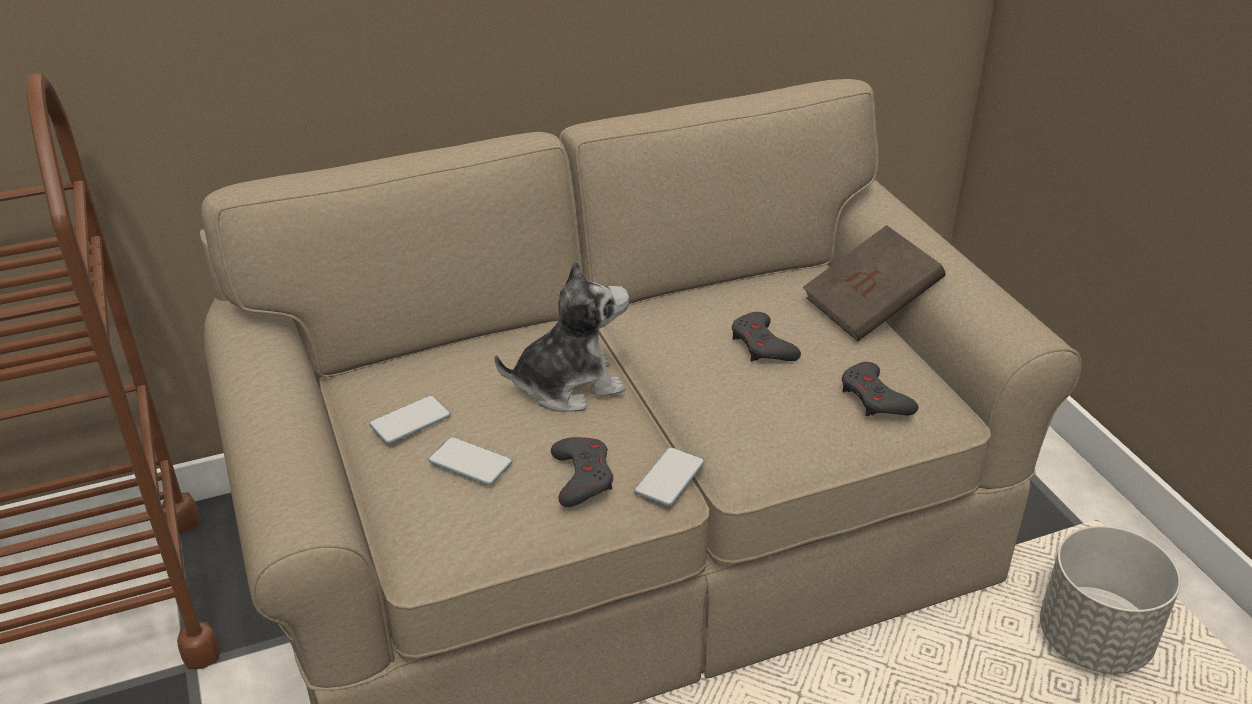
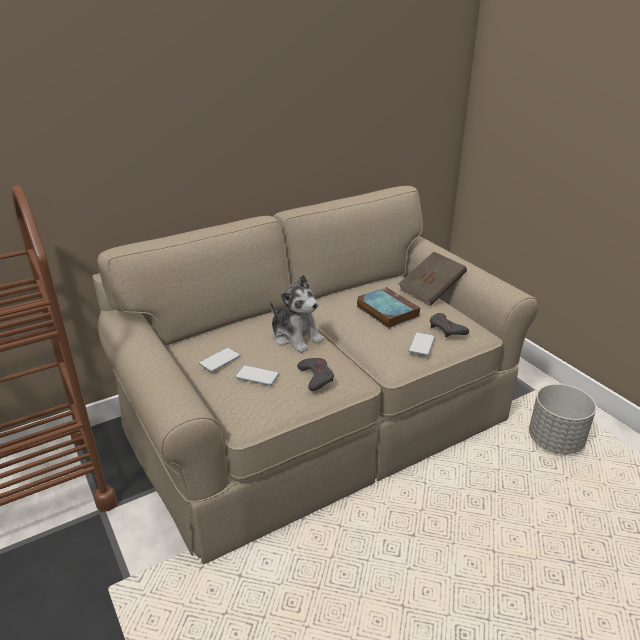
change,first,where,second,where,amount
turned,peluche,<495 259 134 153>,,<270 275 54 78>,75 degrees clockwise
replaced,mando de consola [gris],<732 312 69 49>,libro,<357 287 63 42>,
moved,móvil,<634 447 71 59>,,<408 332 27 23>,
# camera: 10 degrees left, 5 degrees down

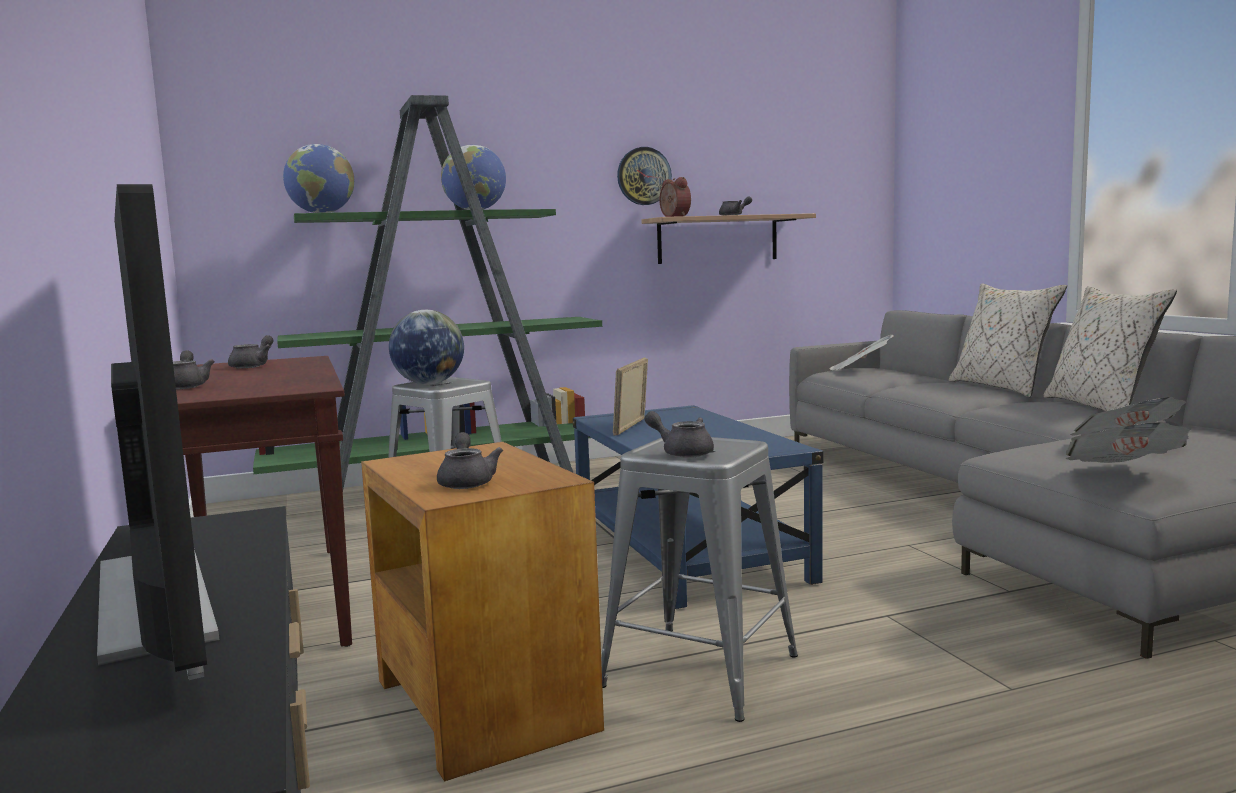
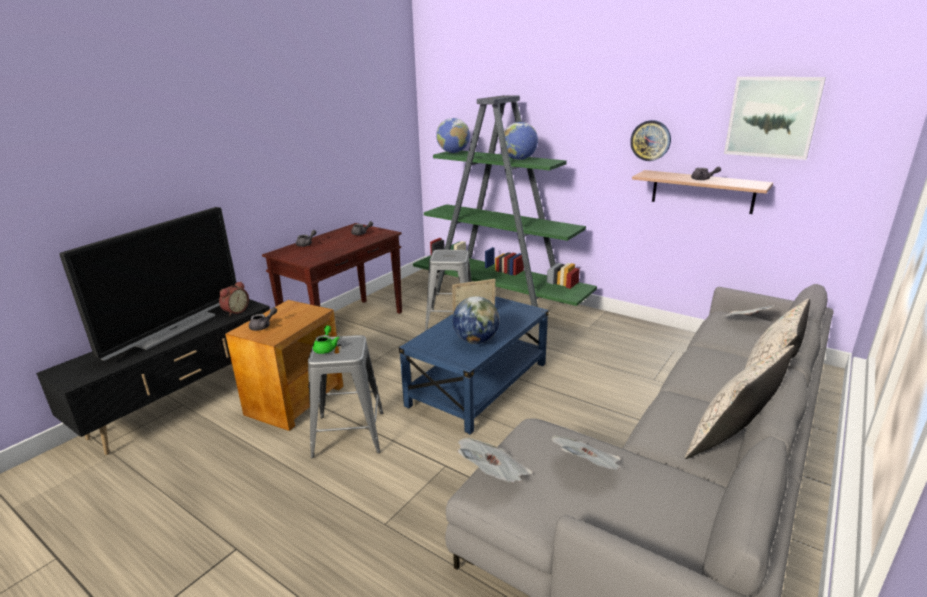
change,first,where,second,where,amount
moved,despertador,<659 177 32 40>,,<219 281 30 35>,
recoloured,tetera [gris],<644 411 70 47>,tetera [verde],<313 325 27 29>,
moved,globo terráqueo,<389 310 75 75>,,<452 296 48 48>,
added,,,cuadro,<724 77 102 83>,
# camera: 55 degrees right, 15 degrees up

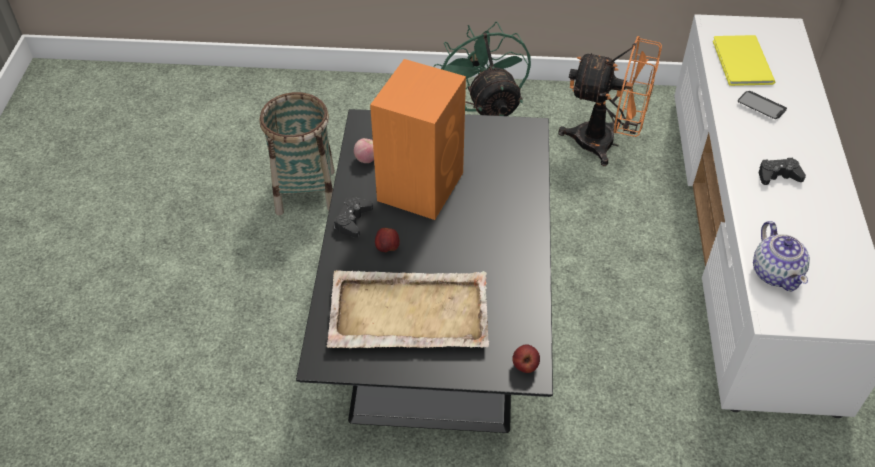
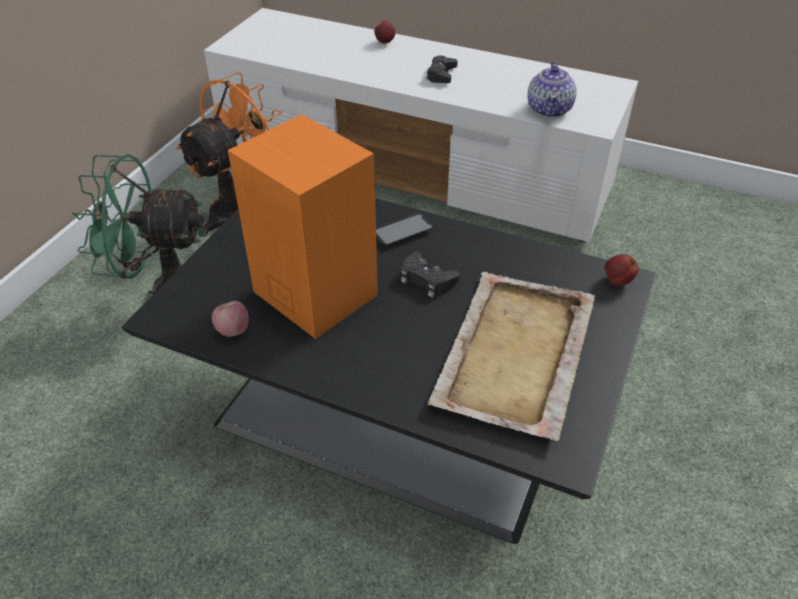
change,first,where,second,where,amount
moved,manzana,<375 228 25 25>,,<374 20 21 24>,
moved,móvil,<738 91 49 28>,,<376 213 58 32>,
moved,mando de consola [negro],<334 197 39 41>,,<401 252 58 46>,
turned,tetera,<753 221 57 71>,,<527 61 50 57>,90 degrees clockwise
removed,cesta,<259 92 76 124>,,,
removed,libro [amarillo],<713 35 62 51>,,,
# camera: 70 degrees left, 5 degrees down

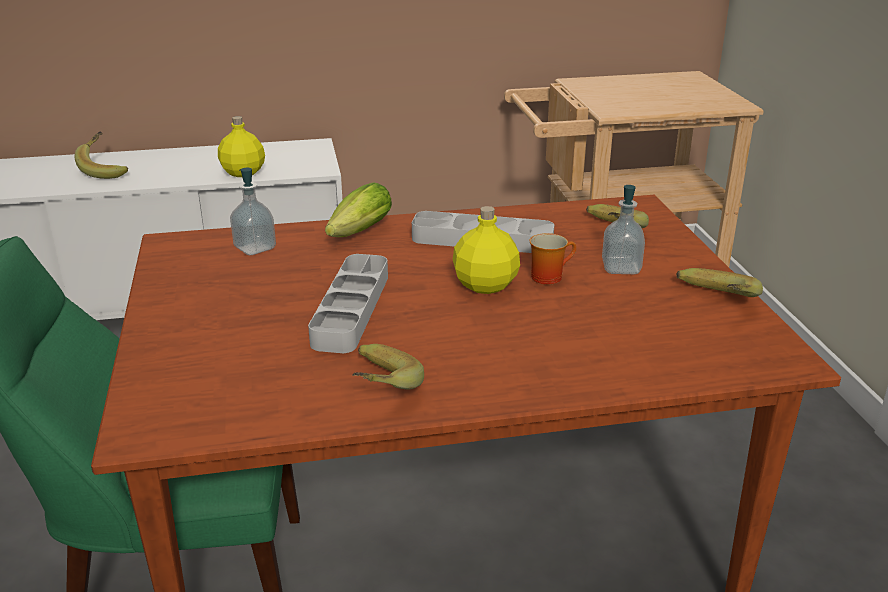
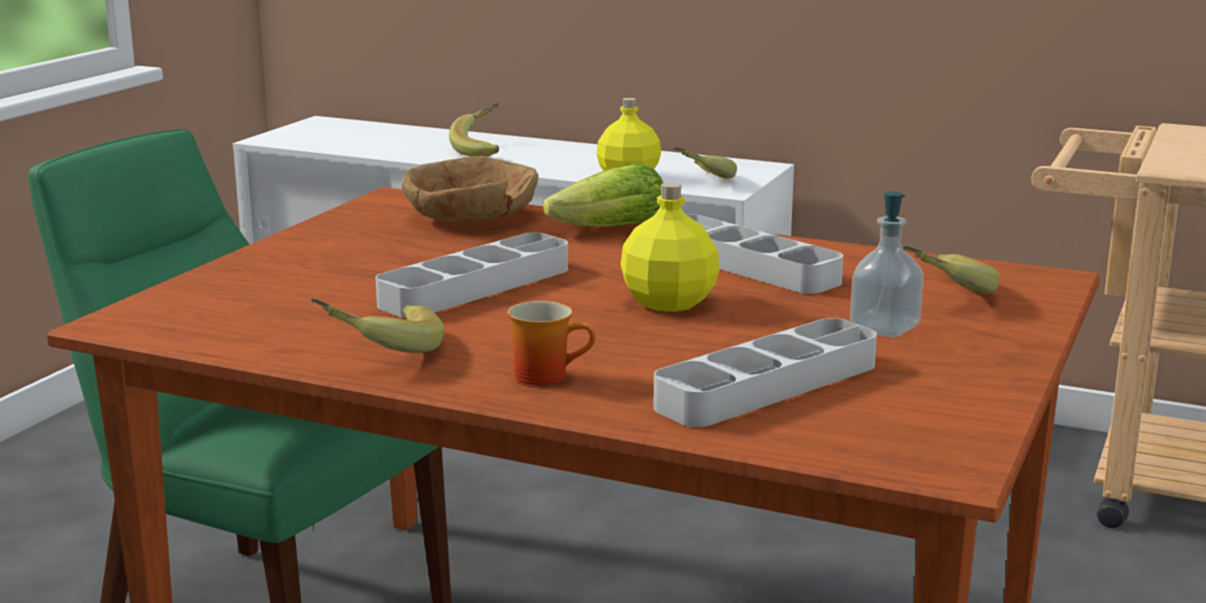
change,first,where,second,where,amount
replaced,dispensador de jabón,<230 168 46 87>,cuenco [marrón],<402 156 136 66>,
moved,taza grande,<529 233 47 52>,,<507 301 89 84>,
added,,,bandeja [gris],<653 318 224 109>,
moved,plátano,<676 268 87 29>,,<673 147 64 32>,
# camera: 35 degrees right, 10 degrees down

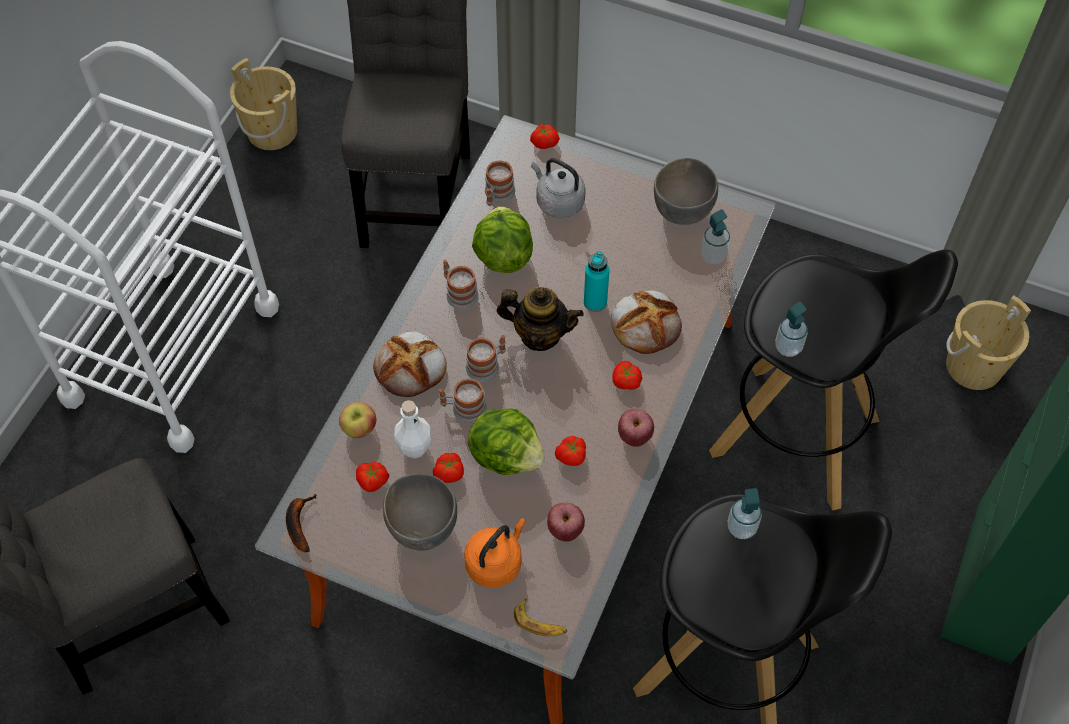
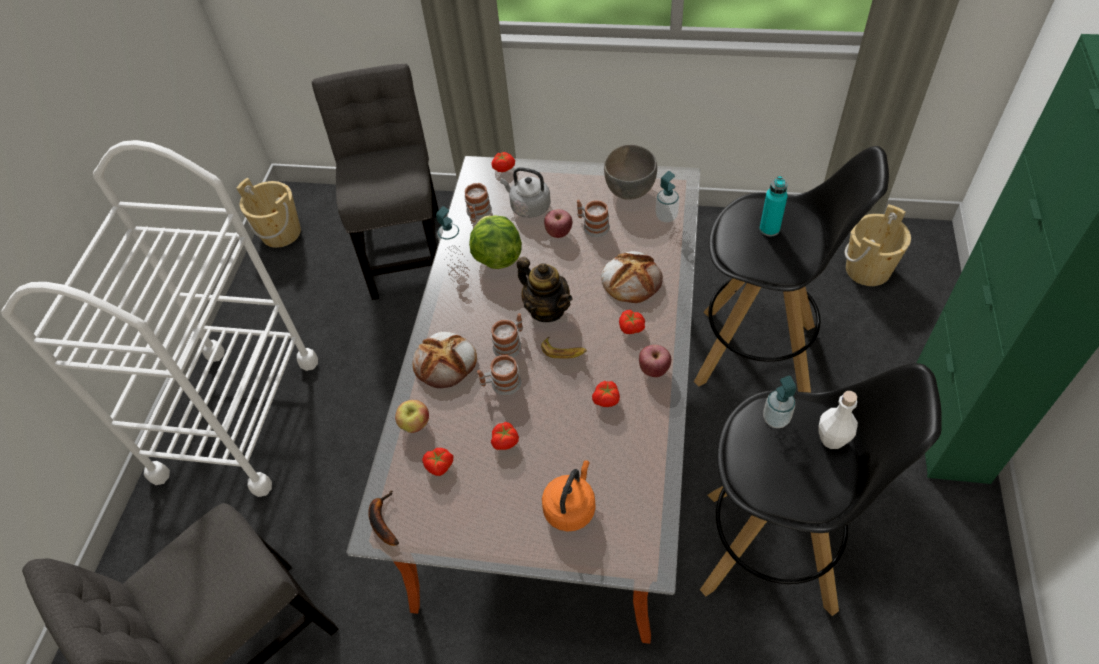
change,first,where,second,where,amount
moved,dispensador de jabón,<775 302 33 55>,,<436 206 27 51>,
turned,tetera,<497 287 87 64>,,<517 257 55 65>,45 degrees clockwise
moved,plátano,<514 599 53 37>,,<541 337 46 22>,
moved,manzana,<547 503 38 39>,,<544 209 28 29>,
moved,taza grande,<443 260 36 49>,,<577 200 33 37>,
moved,botella [turquesa],<584 251 26 61>,,<760 176 28 60>,
moved,botella [blanco],<394 400 38 59>,,<818 391 40 58>,
removed,cuenco [gris],<383 473 74 78>,,,
removed,lechuga,<468 408 77 67>,,,
# camera: 10 degrees left, 5 degrees down

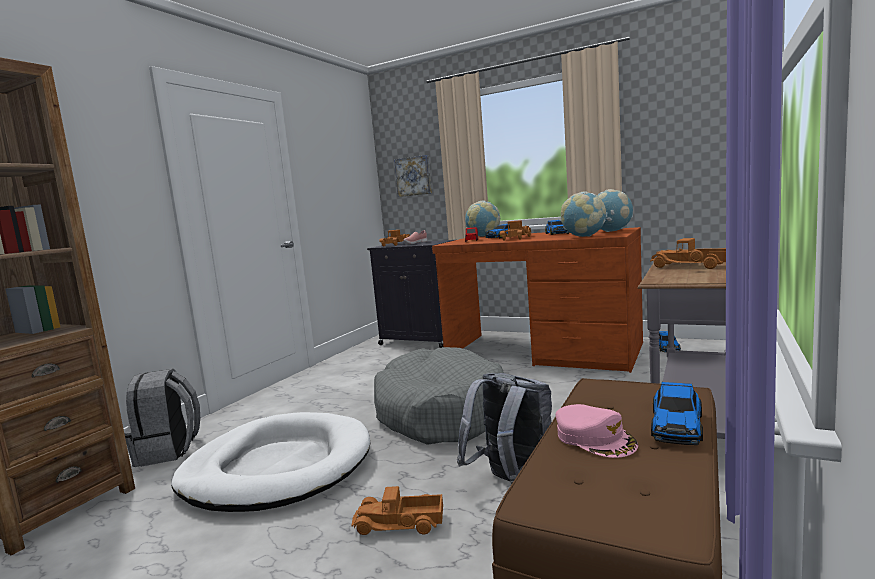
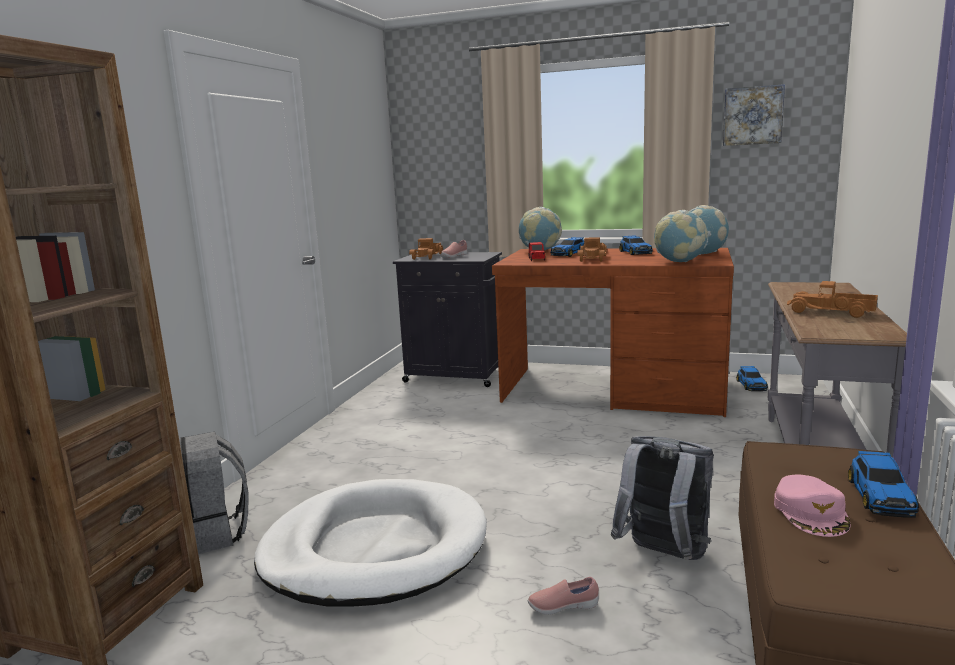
change,first,where,second,where,amount
replaced,camión de juguete,<352 486 91 49>,zapato [rosa],<528 577 71 38>,
moved,cuadro,<394 155 38 42>,,<723 84 62 62>,
turned,gorra [rosa],<556 404 82 54>,,<774 474 76 63>,45 degrees clockwise
removed,cama para perro [gris],<374 347 130 98>,,,
# camera: 10 degrees left, 5 degrees up

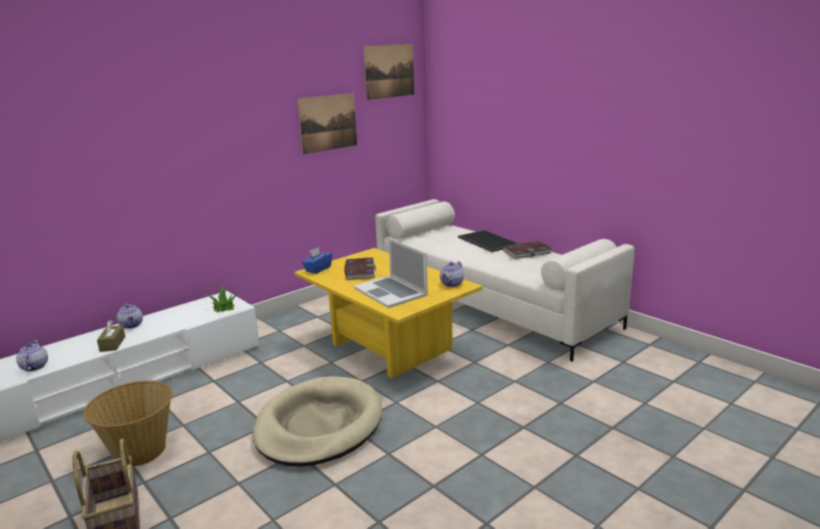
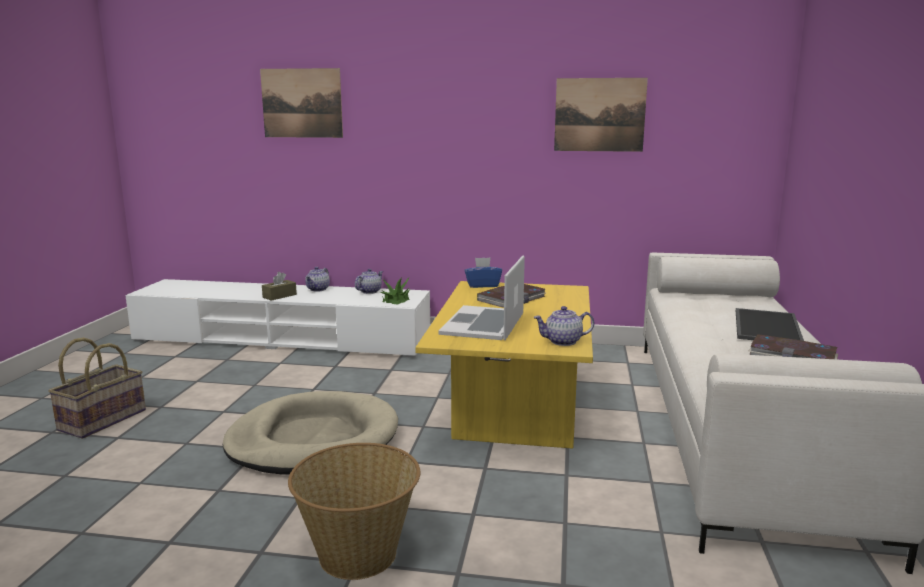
change,first,where,second,where,amount
moved,cuadro,<363 44 51 56>,,<260 68 83 70>,
moved,cesta,<83 381 90 86>,,<288 443 132 137>,
moved,tetera,<16 340 32 32>,,<355 269 28 25>,
# camera: 50 degrees right, 5 degrees down

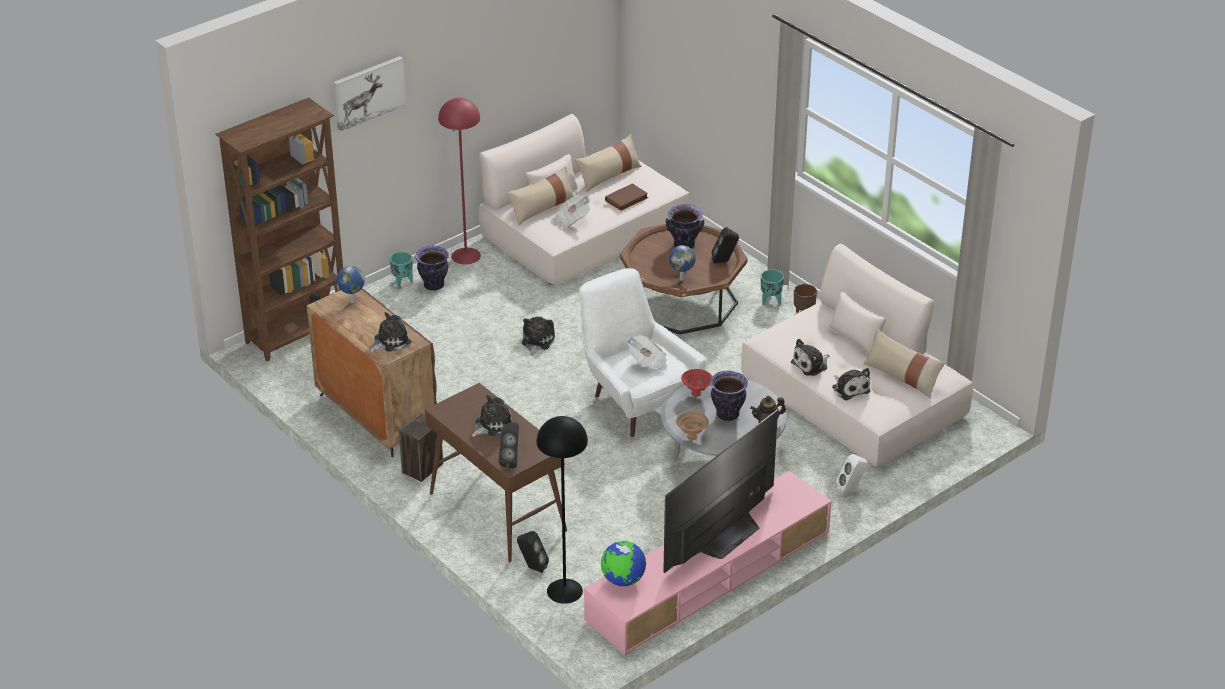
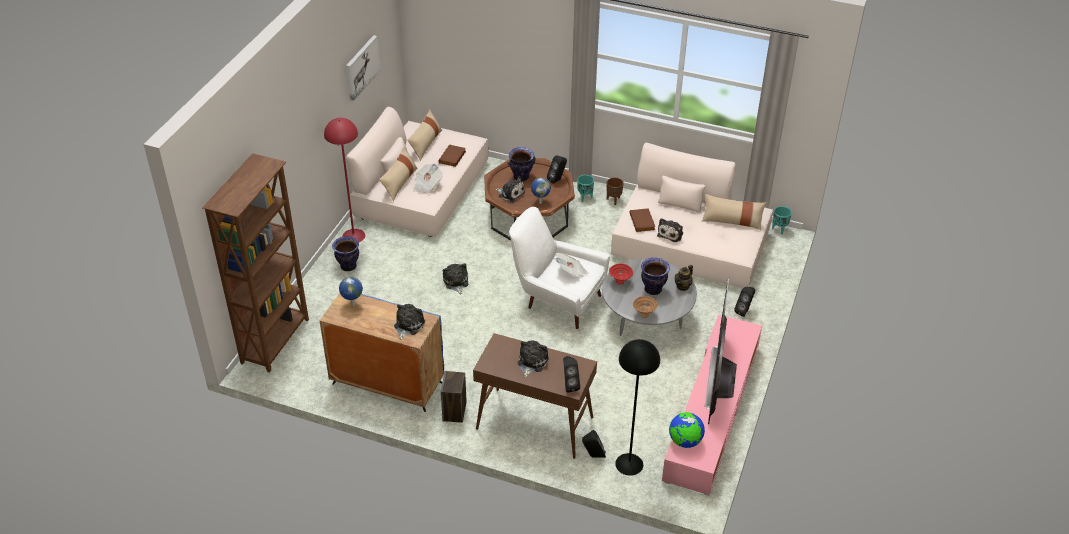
change,first,where,second,where,amount
recoloured,armario [marrón],<307 288 130 169>,armario [azul],<320 293 124 119>,
moved,cuadro,<333 56 73 76>,,<346 35 34 66>,
moved,peluche,<832 368 38 32>,,<495 176 30 26>,
added,,,libro [marrón],<630 208 25 24>,
recoloured,altavoz [blanco],<836 454 32 40>,altavoz [negro],<734 287 21 30>,
moved,maceta [turquesa],<389 252 24 37>,,<772 206 20 29>,
# camera: 30 degrees left, 5 degrees up

